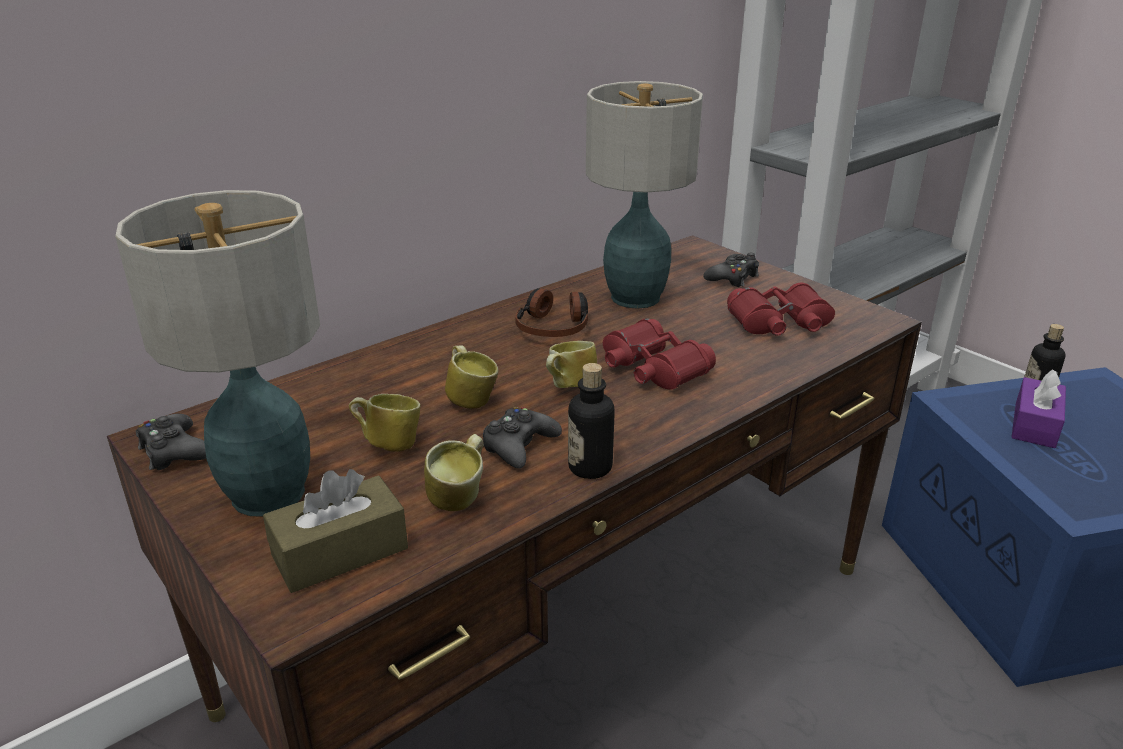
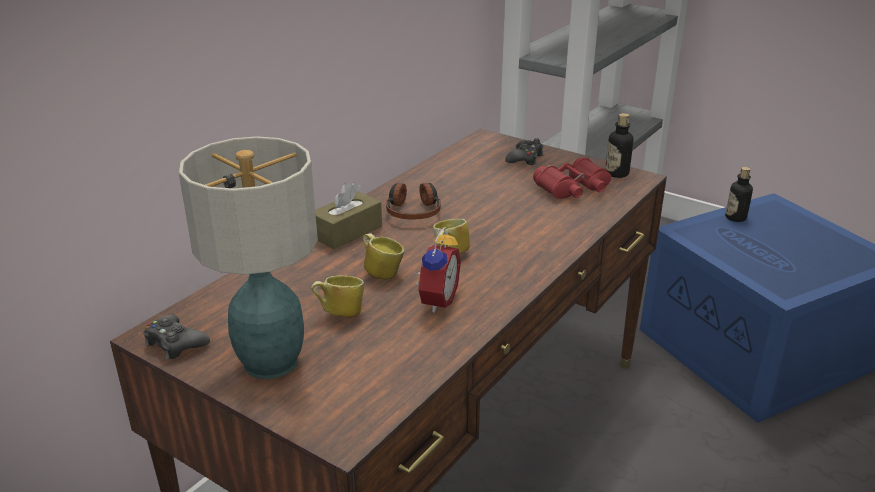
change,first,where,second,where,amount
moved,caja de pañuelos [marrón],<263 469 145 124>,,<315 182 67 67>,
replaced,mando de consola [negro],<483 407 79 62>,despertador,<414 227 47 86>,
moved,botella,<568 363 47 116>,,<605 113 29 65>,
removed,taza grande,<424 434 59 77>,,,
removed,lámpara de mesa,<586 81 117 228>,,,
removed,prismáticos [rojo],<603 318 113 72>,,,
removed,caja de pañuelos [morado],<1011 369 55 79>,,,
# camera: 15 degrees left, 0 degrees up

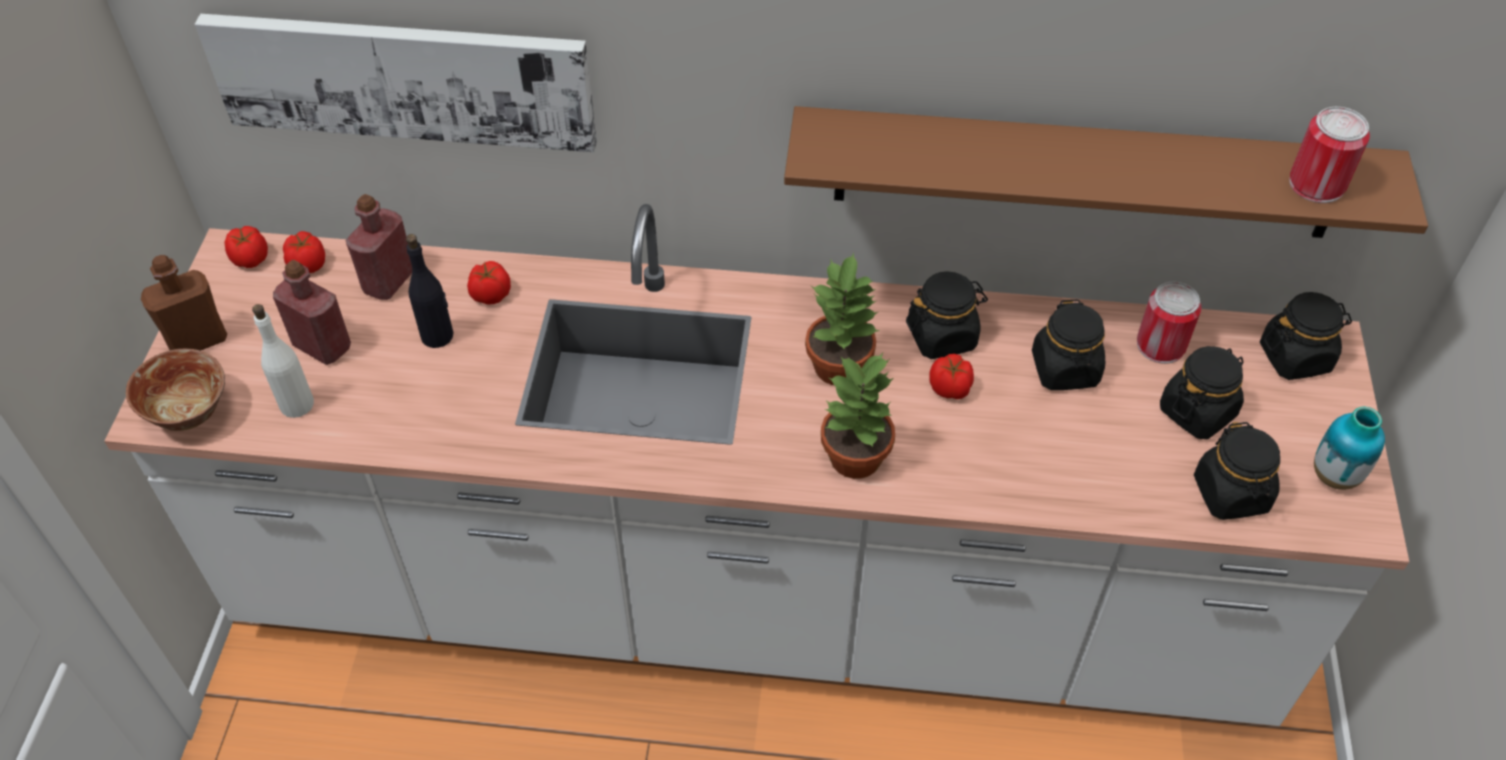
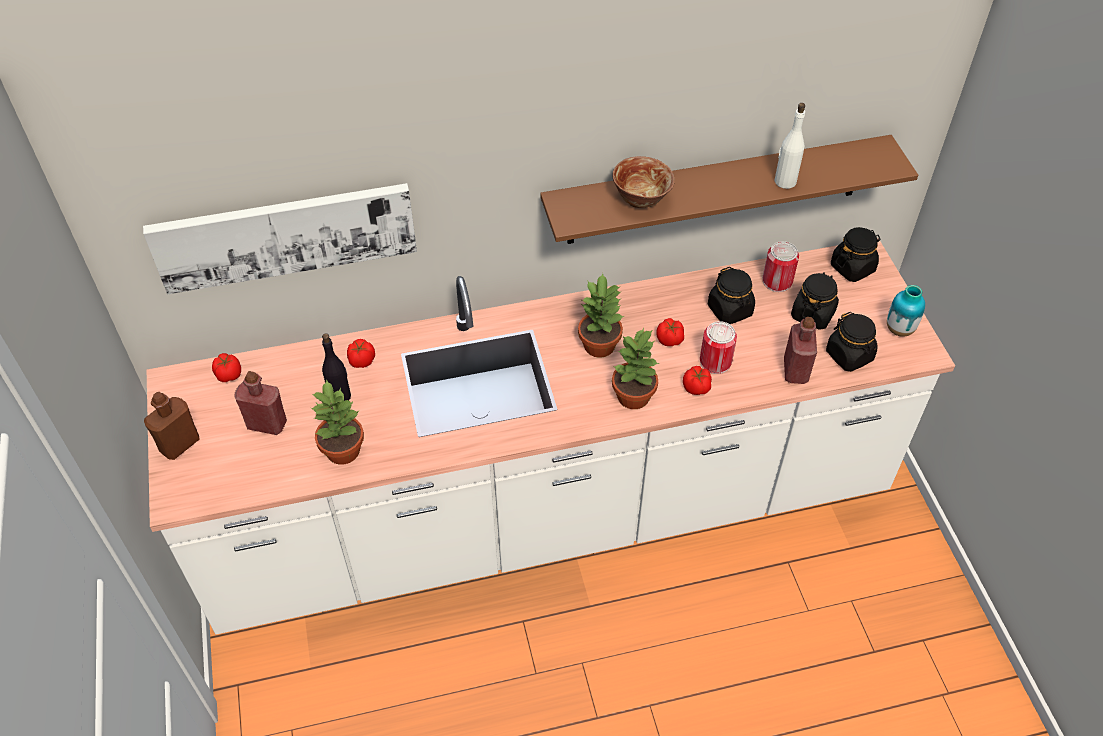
change,first,where,second,where,amount
added,,,planta en maceta,<311 379 53 86>,
moved,cuenco,<126 349 99 82>,,<612 156 63 52>,
moved,tomate,<224 226 44 42>,,<683 366 29 29>,
moved,lata,<1289 107 81 96>,,<700 321 37 53>,
moved,botella [blanco],<252 304 62 114>,,<774 103 31 86>,
moved,botella [rojo],<345 194 67 106>,,<784 317 33 67>,
removed,tarro [negro],<906 271 82 88>,,,
# camera: 20 degrees left, 0 degrees up

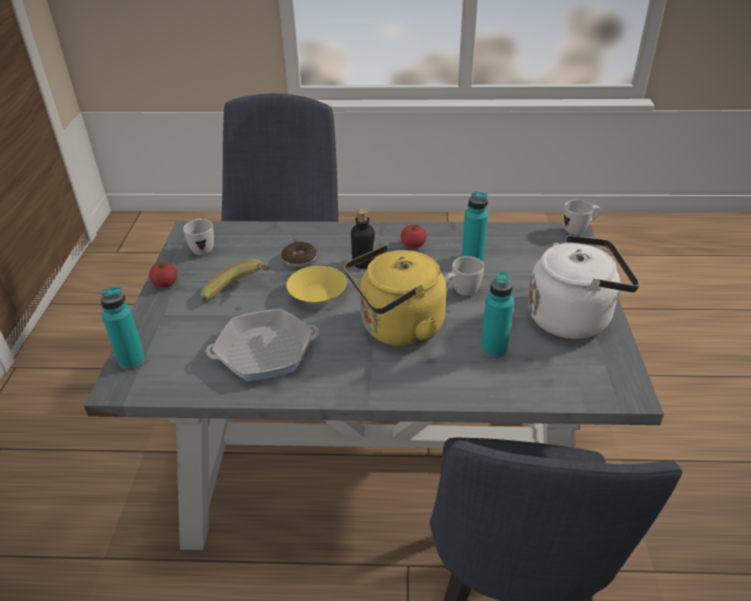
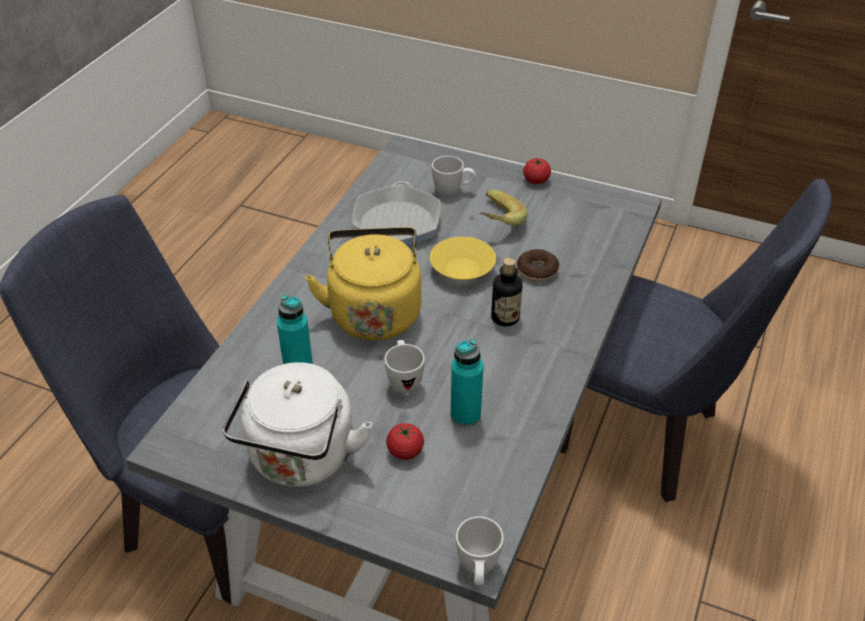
change,first,where,second,where,amount
moved,tomate,<401 224 26 24>,,<386 423 38 37>,
moved,taza grande [blanco],<183 218 31 37>,,<432 156 44 39>,
removed,botella [turquesa],<101 286 44 84>,,,
# camera: 110 degrees right, 5 degrees up

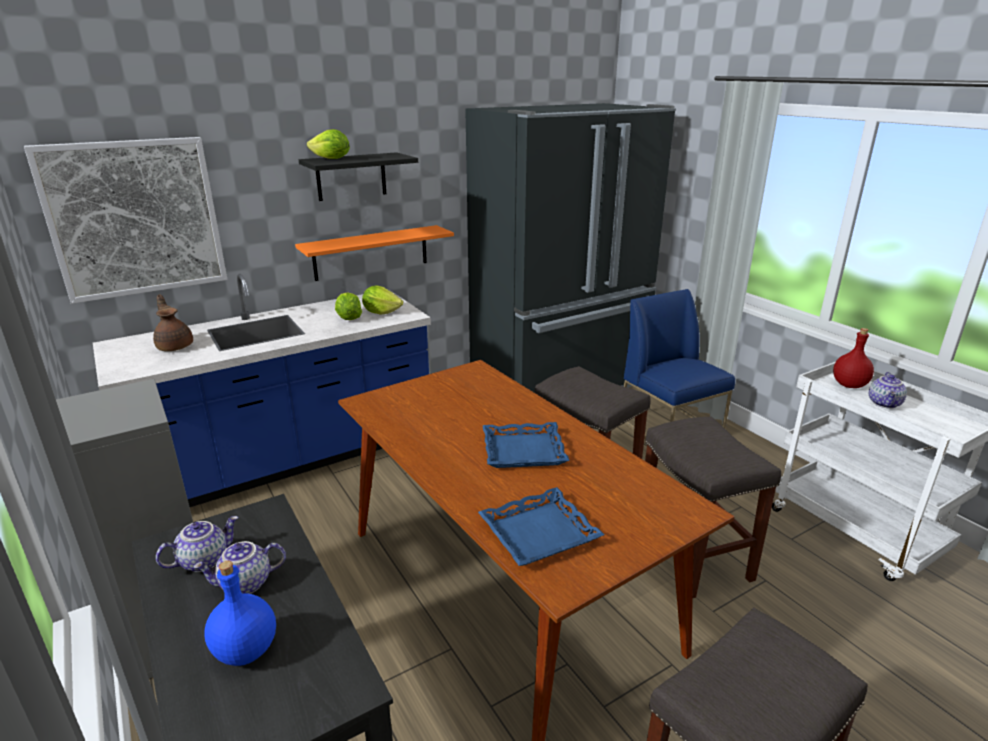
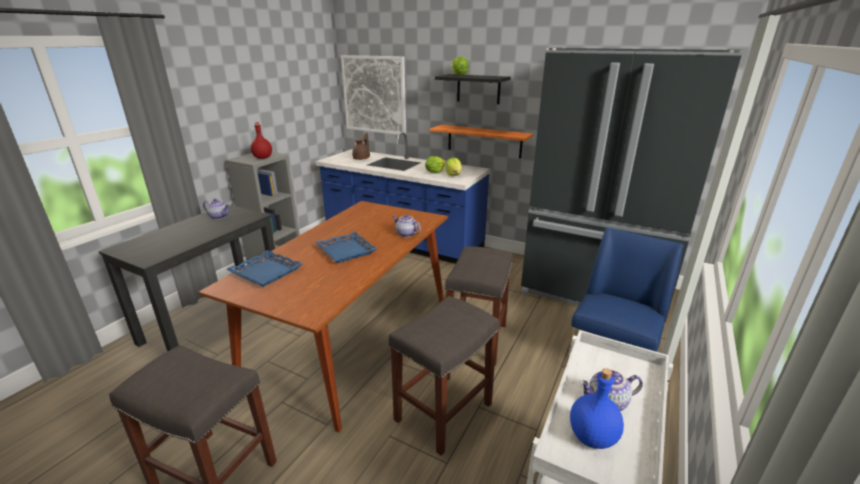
change,first,where,second,where,amount
moved,botella [rojo],<833 328 41 60>,,<250 122 22 37>,
moved,tetera,<193 541 93 53>,,<393 214 28 23>,
moved,botella [azul],<204 561 72 105>,,<570 368 54 81>,
# camera: 60 degrees right, 0 degrees up

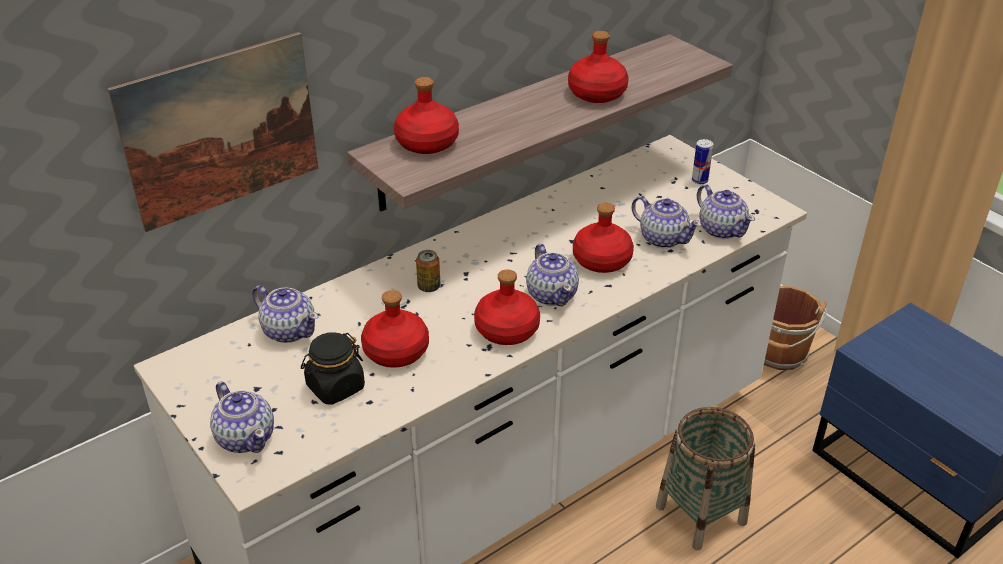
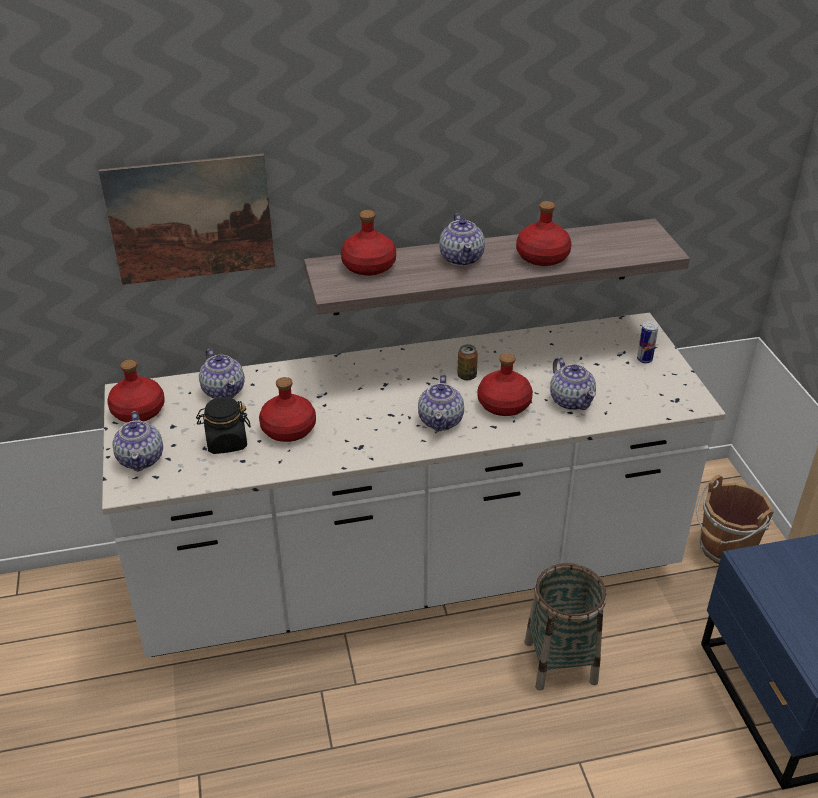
change,first,where,second,where,amount
moved,botella [rojo],<474 270 66 75>,,<107 360 58 62>,
moved,tetera,<697 184 58 55>,,<439 214 46 52>,
moved,lata,<416 250 24 42>,,<457 344 21 37>,
# camera: 25 degrees right, 0 degrees up

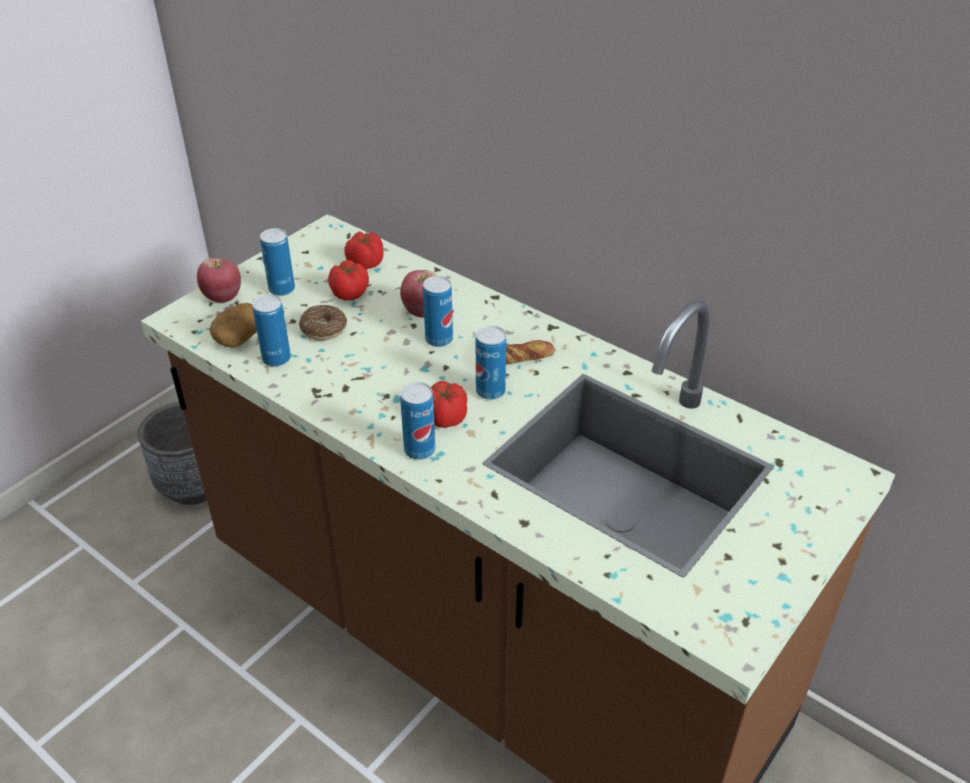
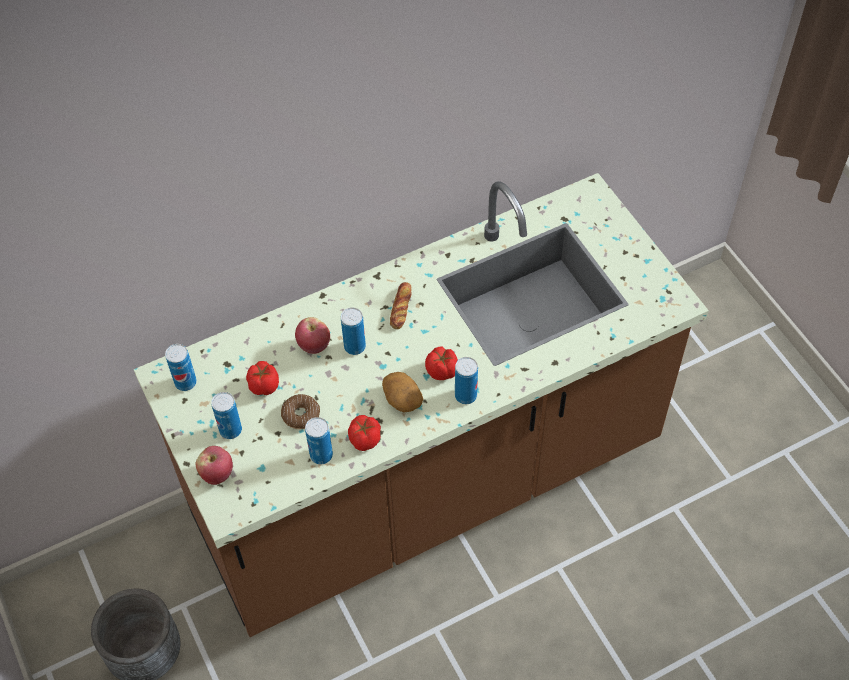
change,first,where,second,where,amount
moved,lata,<476 326 30 74>,,<165 344 32 47>,
moved,tomate,<344 231 39 39>,,<348 415 33 36>,
moved,patata,<210 303 47 45>,,<382 372 42 41>,
# camera: 65 degrees left, 15 degrees up

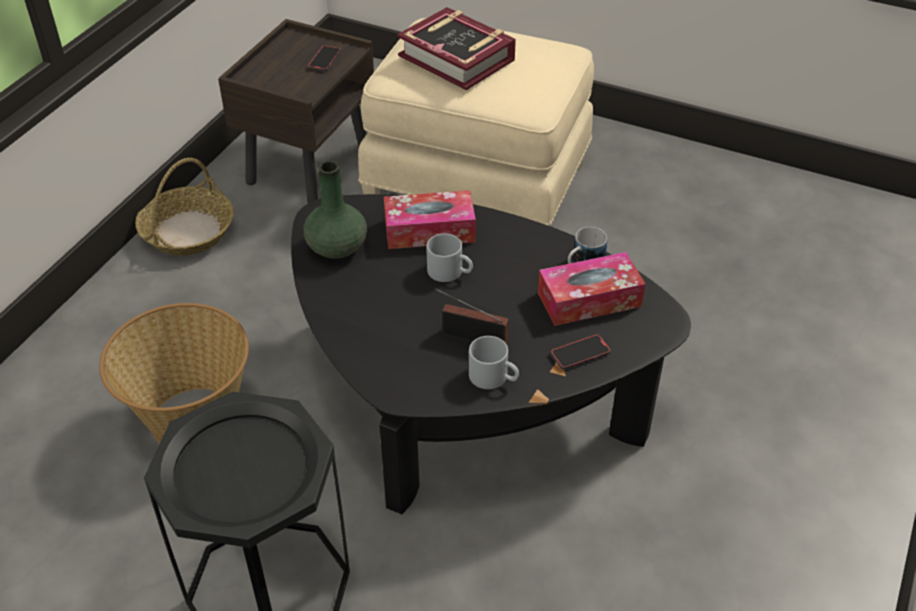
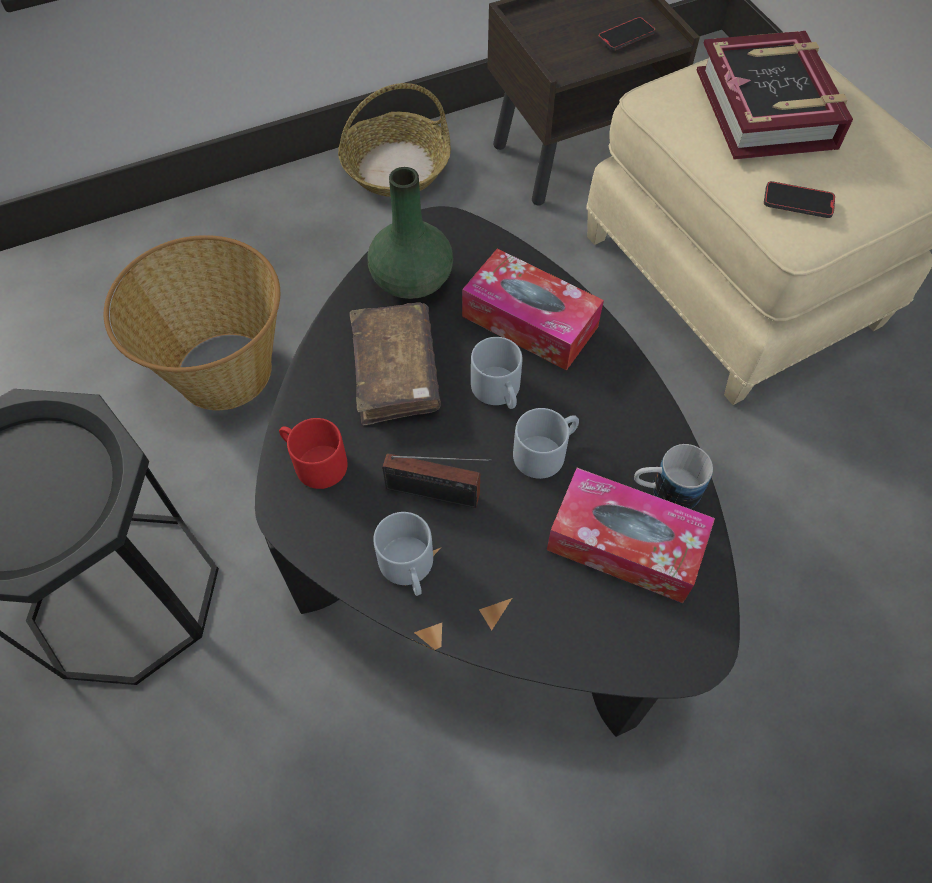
change,first,where,second,where,amount
added,,,taza grande [rojo],<279 418 69 71>,
added,,,libro [marrón],<350 302 91 124>,
turned,radio,<435 288 74 56>,,<382 453 110 55>,135 degrees clockwise
added,,,taza grande [gris],<513 408 66 71>,
moved,móvil,<551 334 59 36>,,<764 181 71 37>,
# camera: 40 degrees right, 15 degrees up

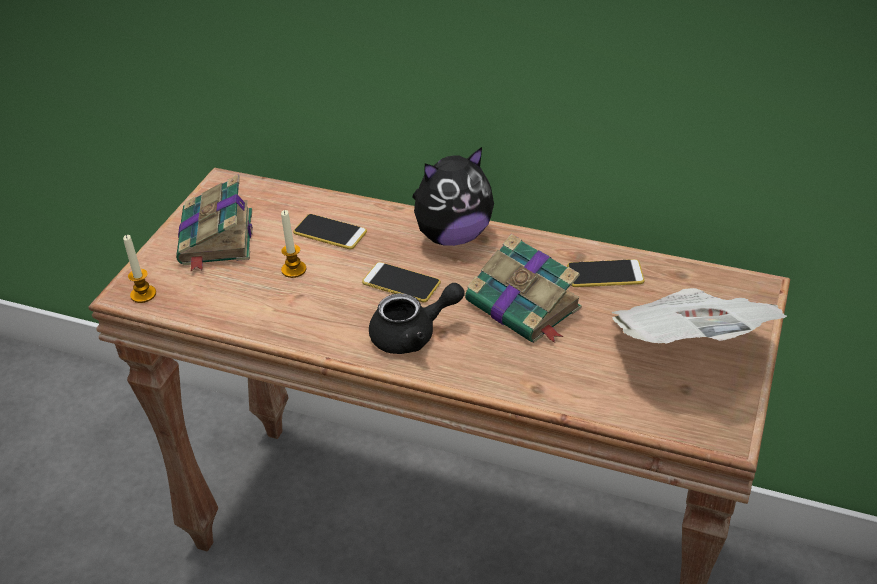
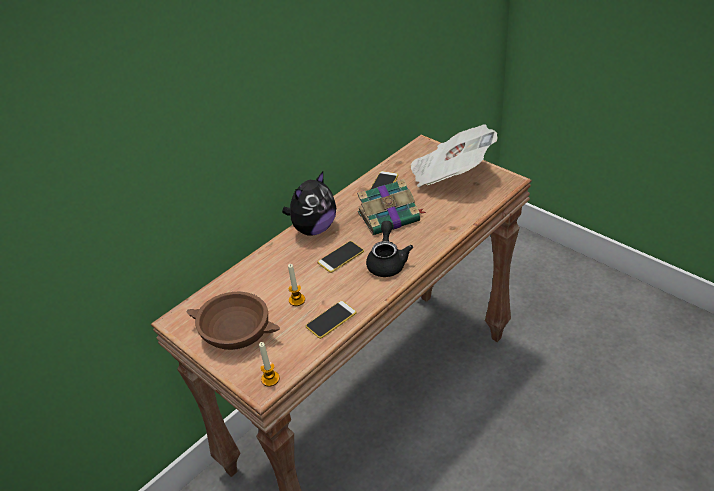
change,first,where,second,where,amount
replaced,libro,<176 174 77 97>,cuenco [marrón],<187 292 93 58>,
turned,peluche,<412 147 82 99>,,<282 172 54 63>,45 degrees clockwise
moved,móvil,<293 214 74 35>,,<306 301 51 38>,
# camera: 65 degrees left, 0 degrees up

